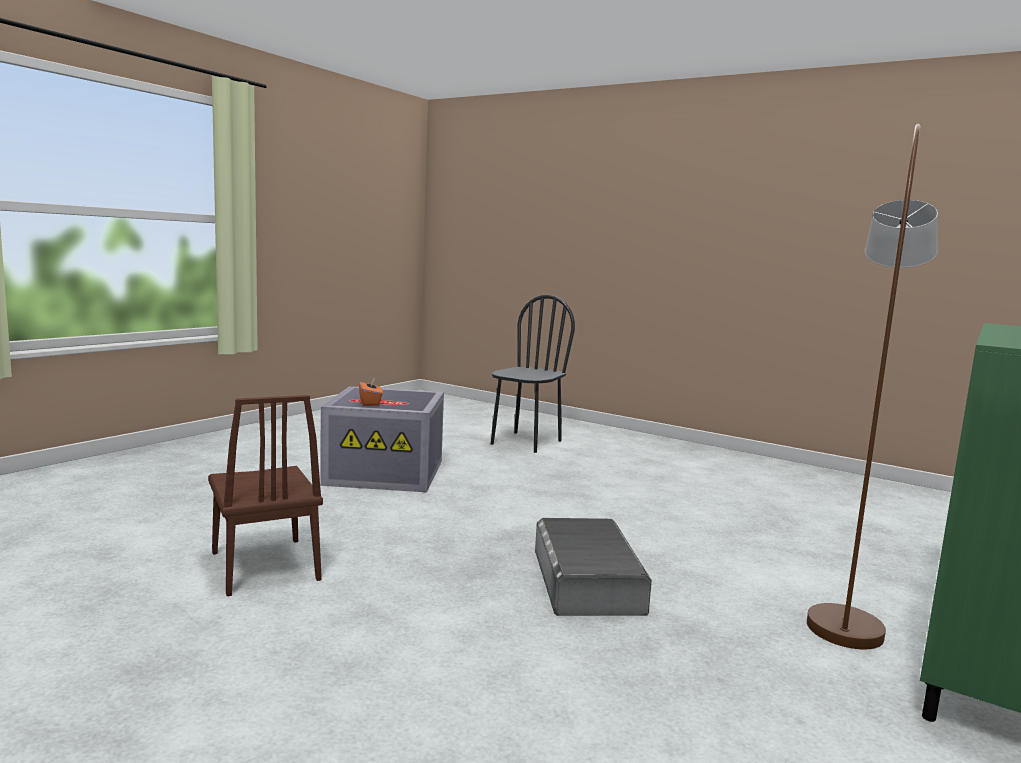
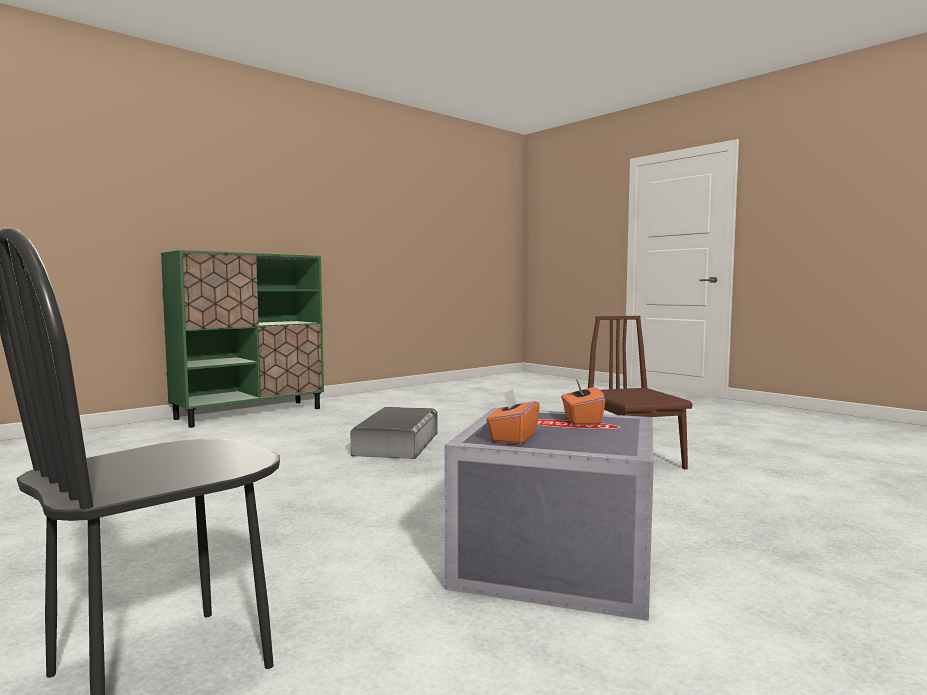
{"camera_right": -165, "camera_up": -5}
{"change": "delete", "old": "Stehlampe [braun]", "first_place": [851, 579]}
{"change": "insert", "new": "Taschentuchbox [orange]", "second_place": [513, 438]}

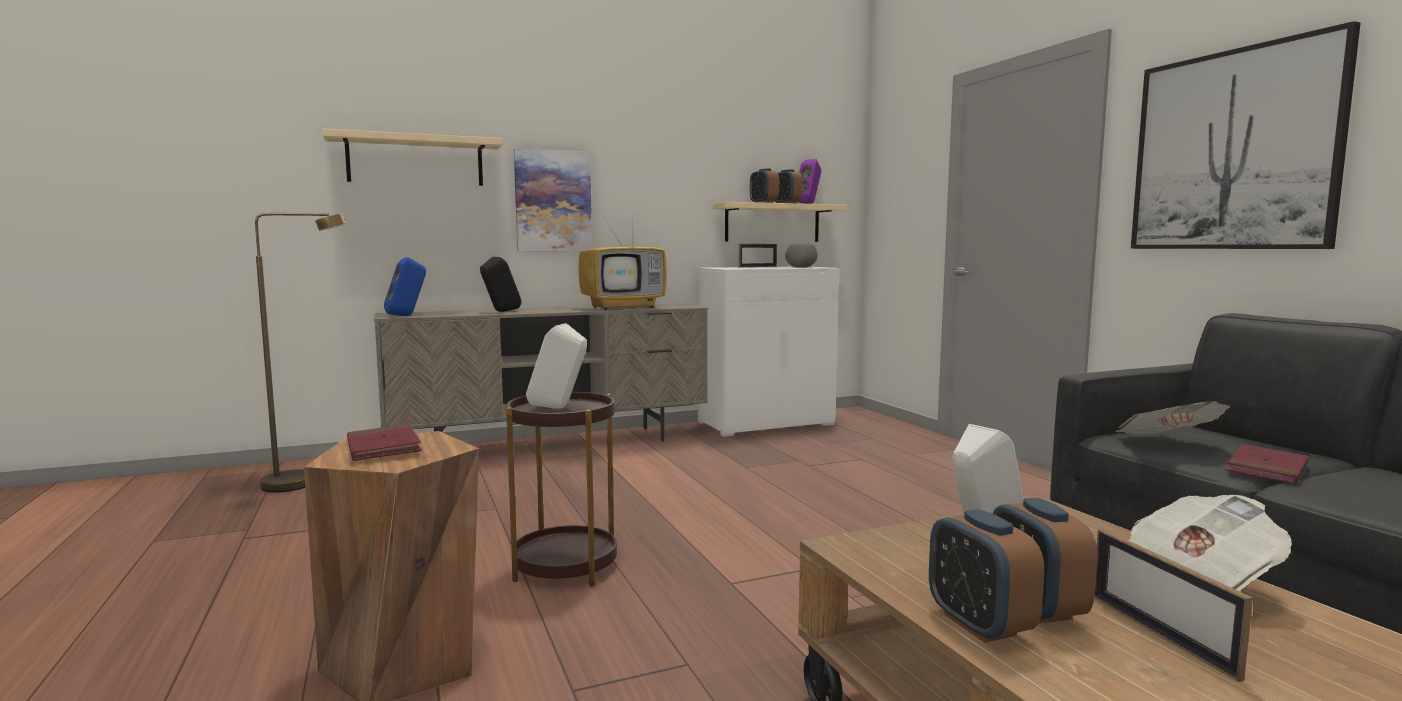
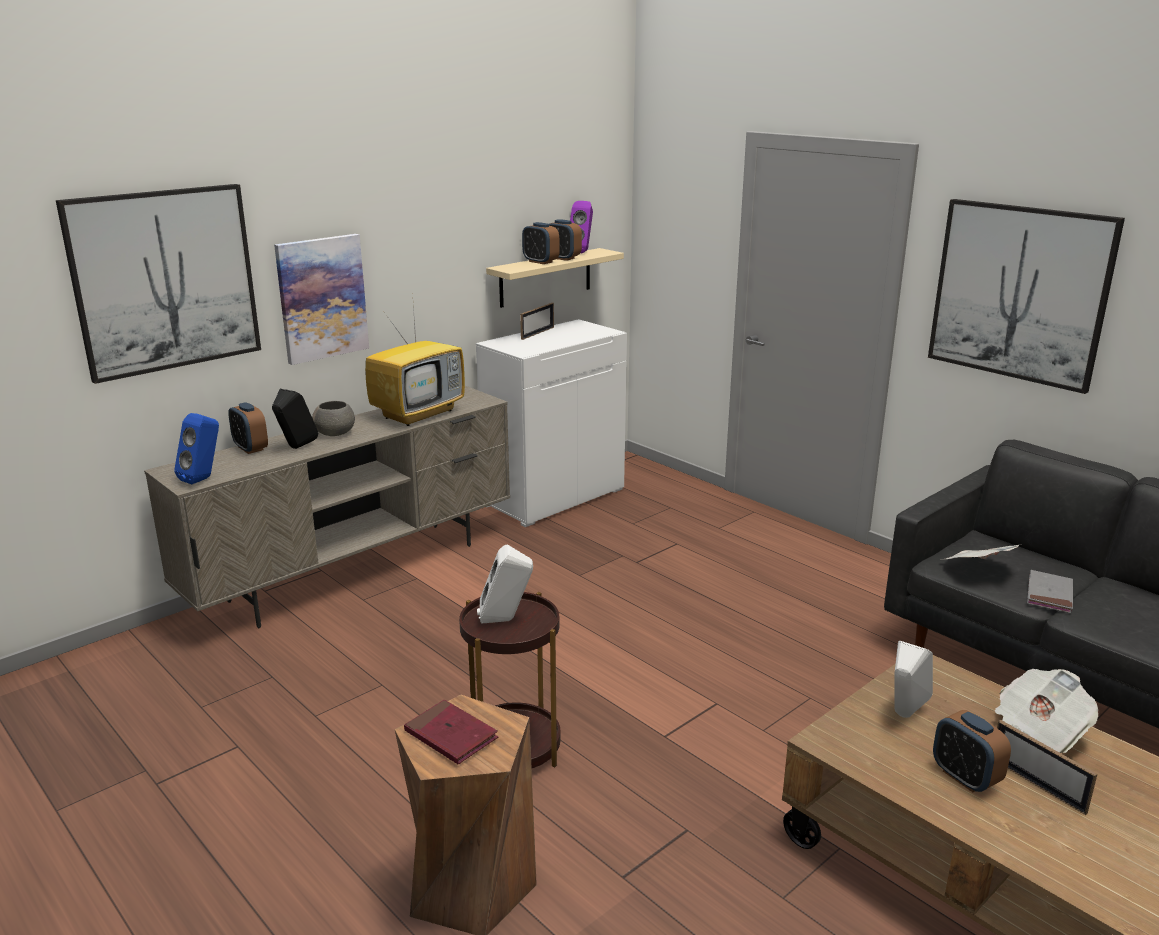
{"camera_right": -20, "camera_up": 15}
{"change": "delete", "old": "Stehlampe [braun]", "first_place": [304, 482]}
{"change": "move", "old": "Schüssel [grau]", "first_place": [801, 267], "second_place": [335, 433]}
{"change": "move", "old": "Wecker", "first_place": [979, 624], "second_place": [250, 448]}
{"change": "replace", "old": "Wandregal [beige]", "new": "Bild", "first_place": [416, 161], "second_place": [165, 280]}
{"change": "recolor", "old": "Buch [rot]", "new": "Buch [grau]", "first_place": [1267, 469], "second_place": [1049, 595]}

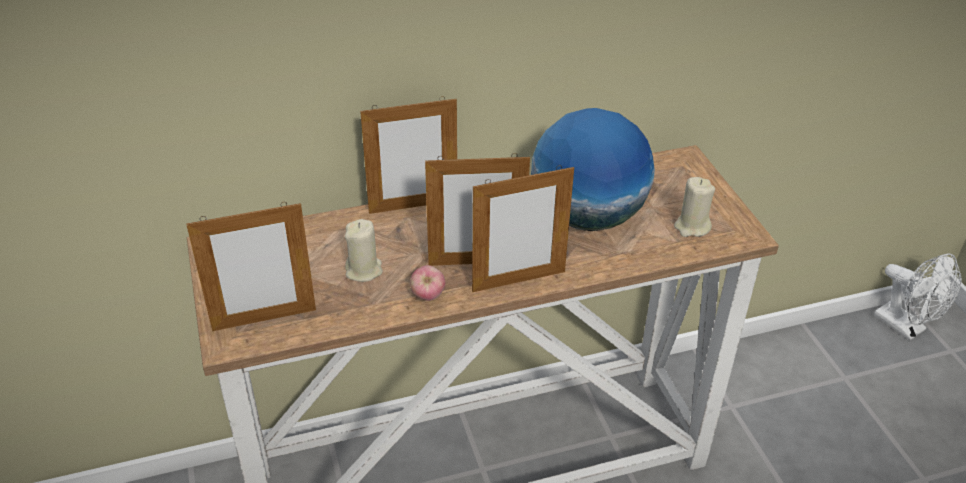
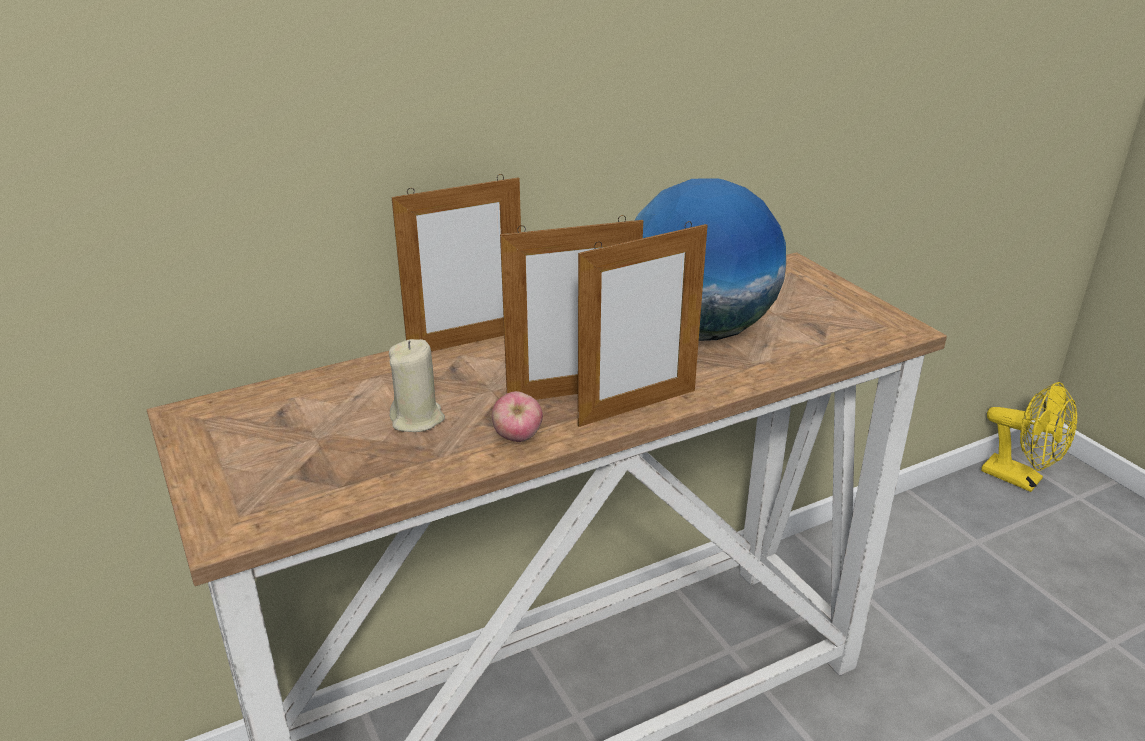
{"camera_right": -10, "camera_up": -10}
{"change": "delete", "old": "Bilderrahmen", "first_place": [264, 319]}
{"change": "delete", "old": "Kerze [beige]", "first_place": [691, 227]}
{"change": "recolor", "old": "Ventilator [weiß]", "new": "Ventilator [gelb]", "first_place": [906, 327], "second_place": [1020, 479]}

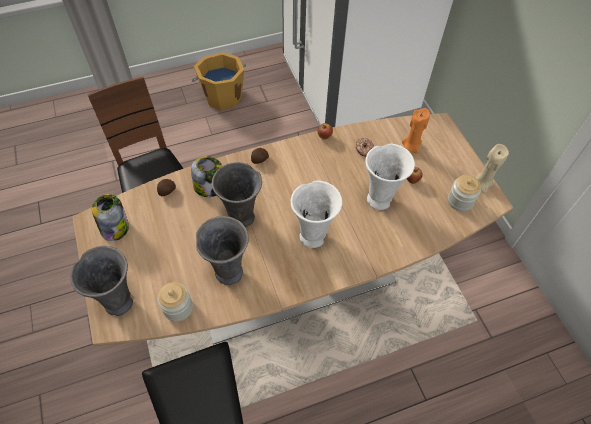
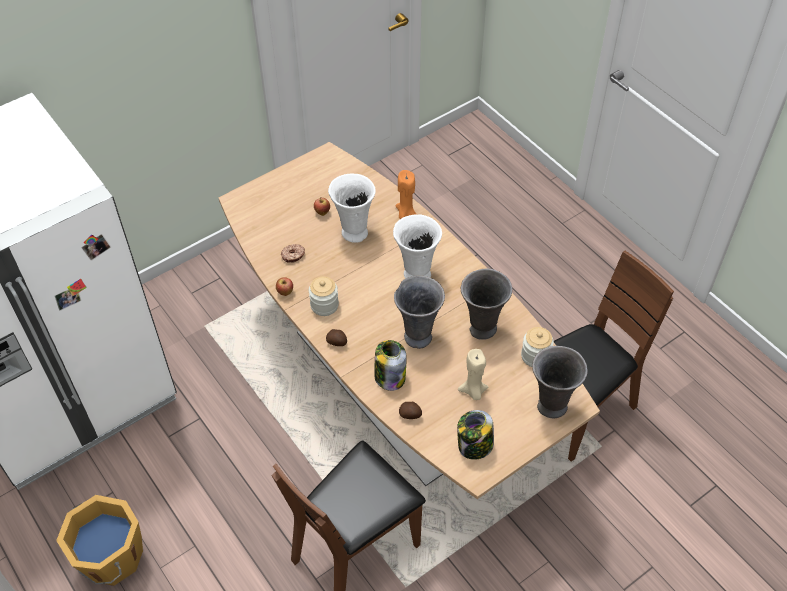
{"camera_right": -105, "camera_up": -5}
{"change": "move", "old": "Kerze [orange]", "first_place": [410, 147], "second_place": [405, 214]}
{"change": "move", "old": "Vorratsglas", "first_place": [460, 201], "second_place": [324, 305]}
{"change": "move", "old": "Kerze [beige]", "first_place": [481, 184], "second_place": [473, 391]}

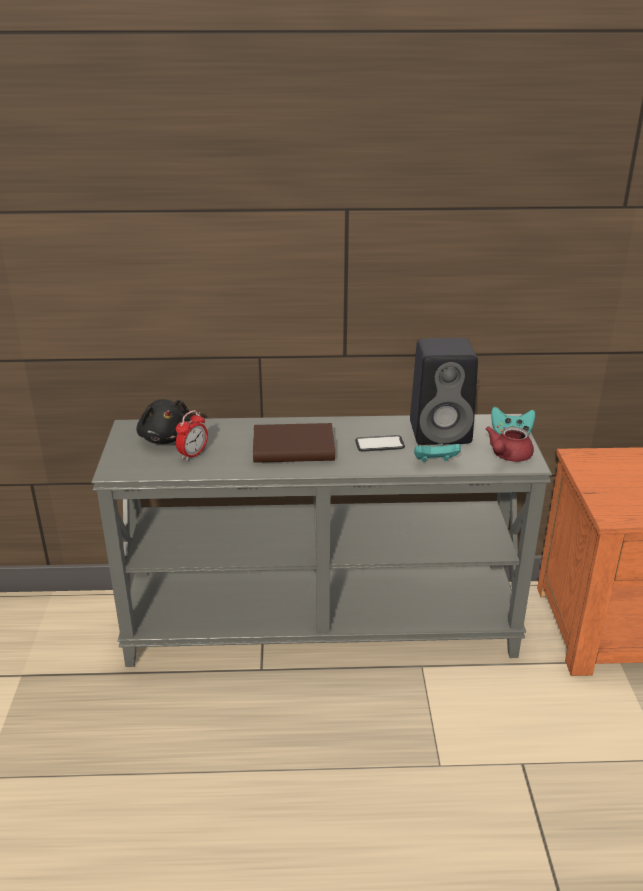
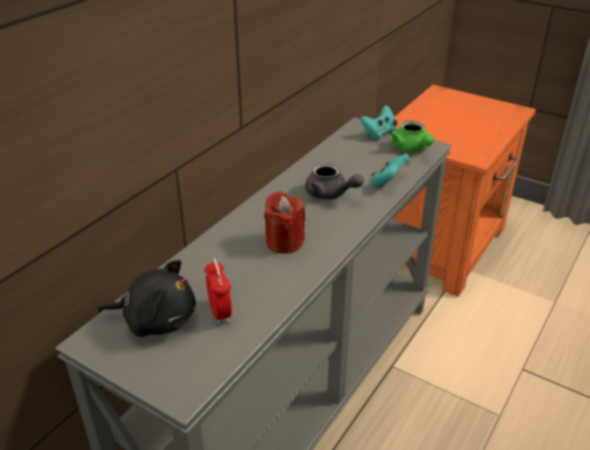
{"camera_right": -55, "camera_up": 5}
{"change": "delete", "old": "Lautsprecher [schwarz]", "first_place": [442, 432]}
{"change": "replace", "old": "Buch [braun]", "new": "Kerze [rot]", "first_place": [293, 448], "second_place": [284, 242]}
{"change": "replace", "old": "Handy", "new": "Teekanne [grau]", "first_place": [379, 444], "second_place": [330, 194]}
{"change": "recolor", "old": "Teekanne [rot]", "new": "Teekanne [grün]", "first_place": [507, 456], "second_place": [412, 149]}

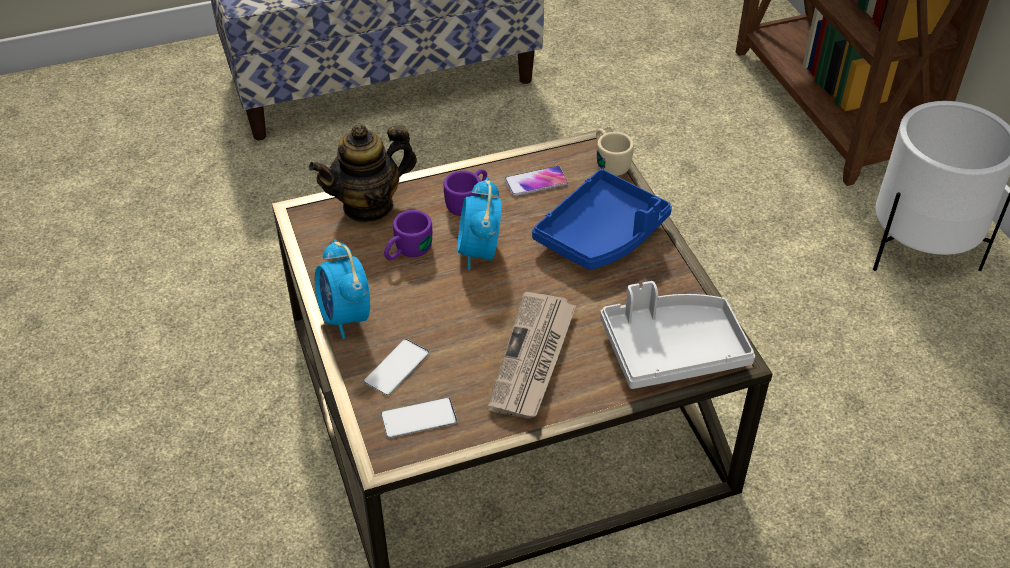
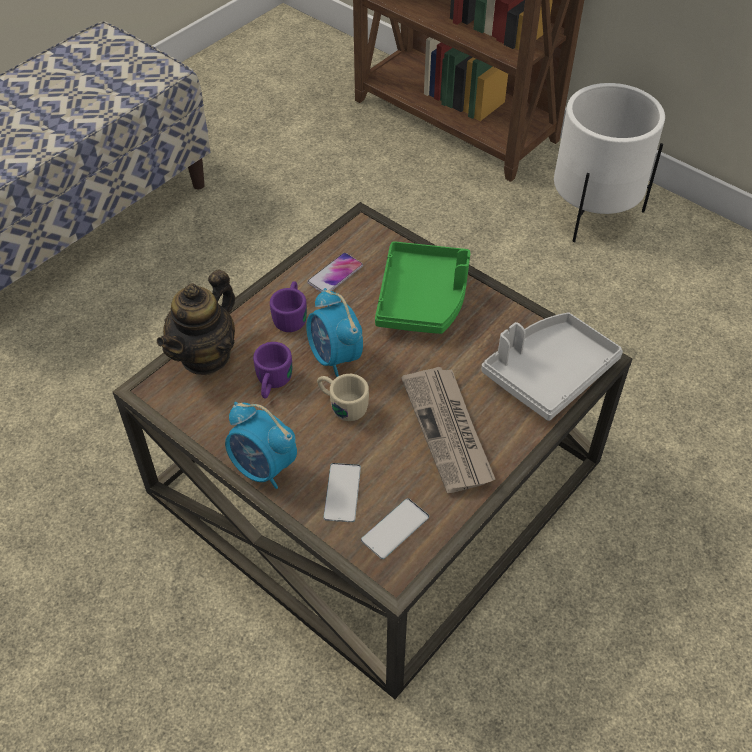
{"camera_right": -30, "camera_up": 5}
{"change": "move", "old": "Henkelbecher [beige]", "first_place": [609, 161], "second_place": [341, 404]}
{"change": "recolor", "old": "Tablett [blau]", "new": "Tablett [grün]", "first_place": [602, 234], "second_place": [423, 298]}

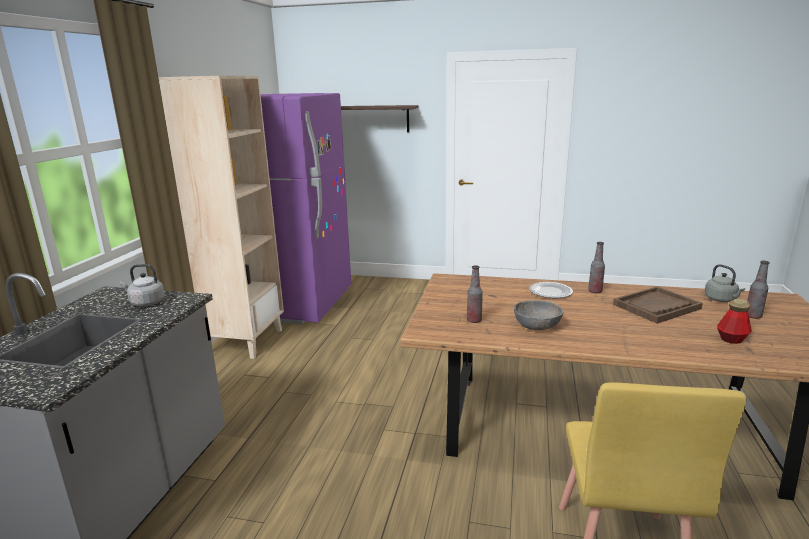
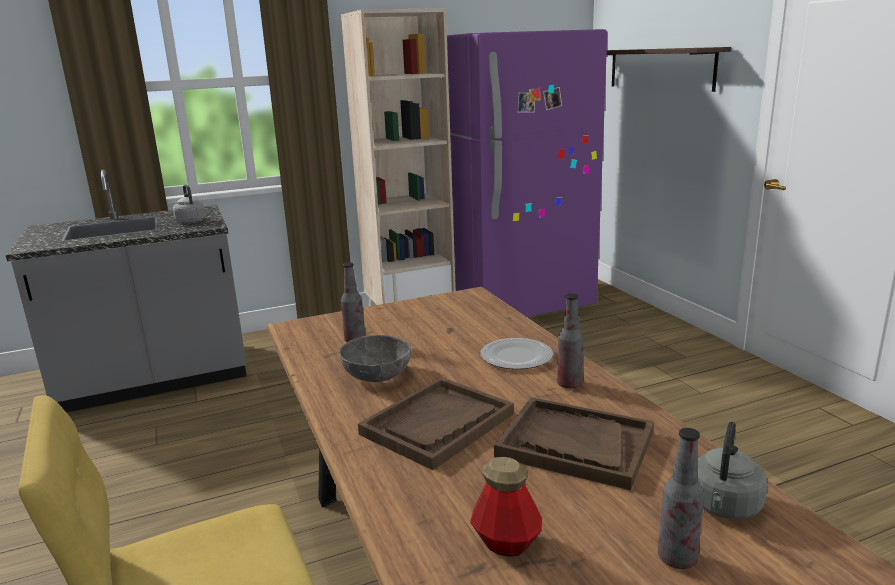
{"camera_right": 55, "camera_up": 0}
{"change": "insert", "new": "Tablett [braun]", "second_place": [437, 424]}

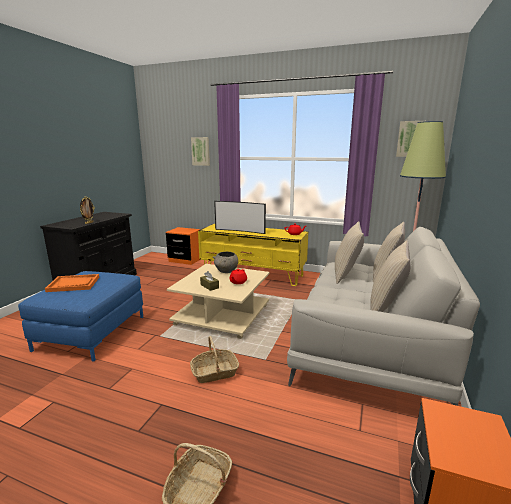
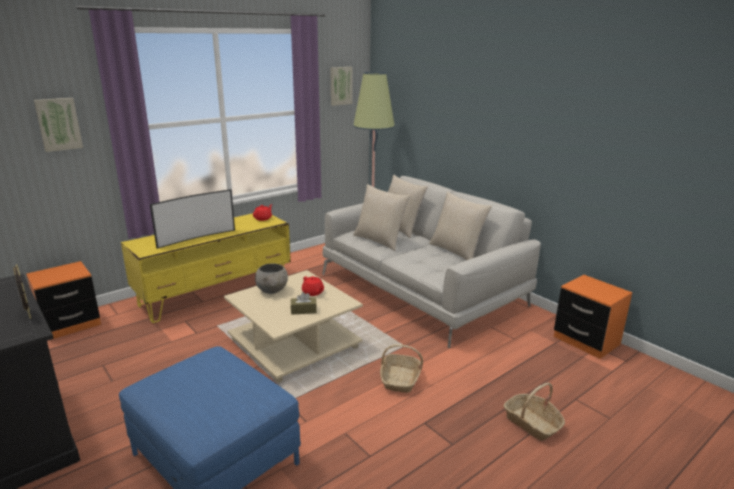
{"camera_right": -60, "camera_up": 5}
{"change": "delete", "old": "Tablett [orange]", "first_place": [74, 284]}

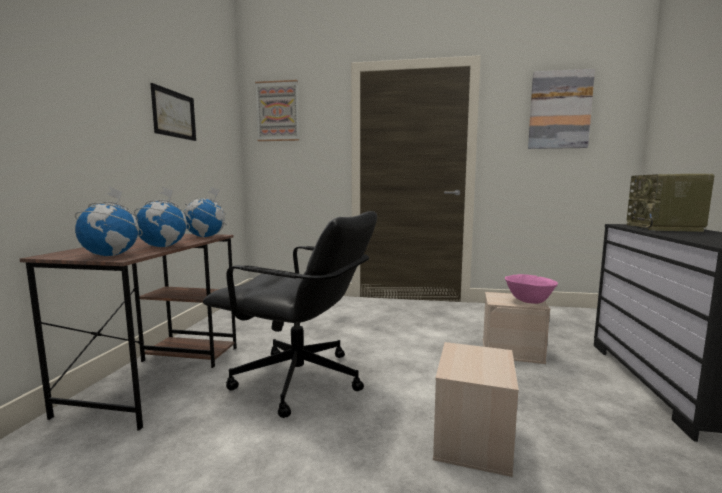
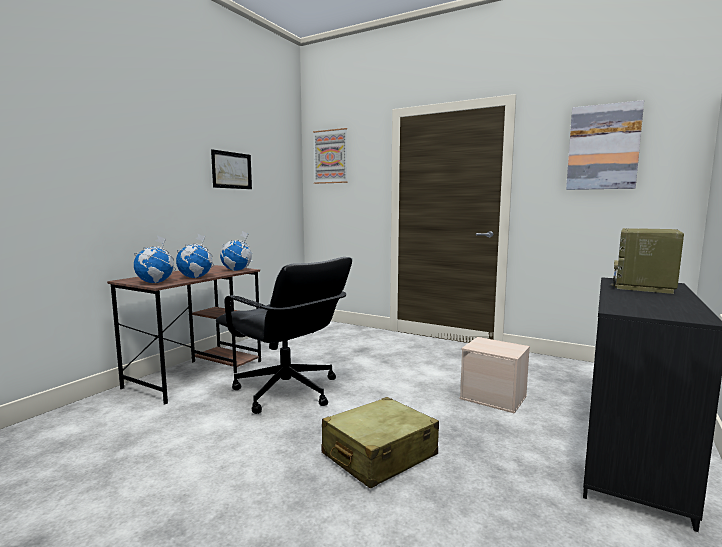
{"camera_right": 20, "camera_up": 0}
{"change": "delete", "old": "Schüssel [rosa]", "first_place": [529, 301]}
{"change": "replace", "old": "Aufbewahrungsbox [beige]", "new": "Koffer [beige]", "first_place": [474, 440], "second_place": [379, 455]}

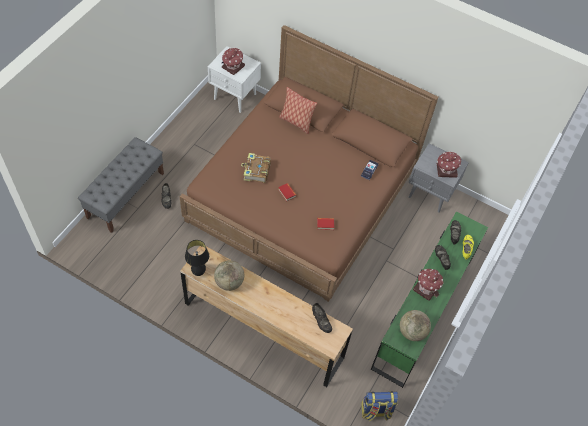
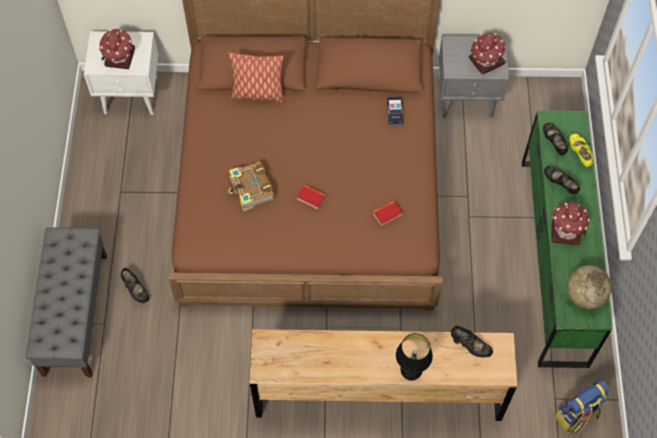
{"camera_right": -25, "camera_up": 5}
{"change": "delete", "old": "Globus", "first_place": [229, 282]}
{"change": "move", "old": "Tischlampe [schwarz]", "first_place": [198, 272], "second_place": [410, 374]}

